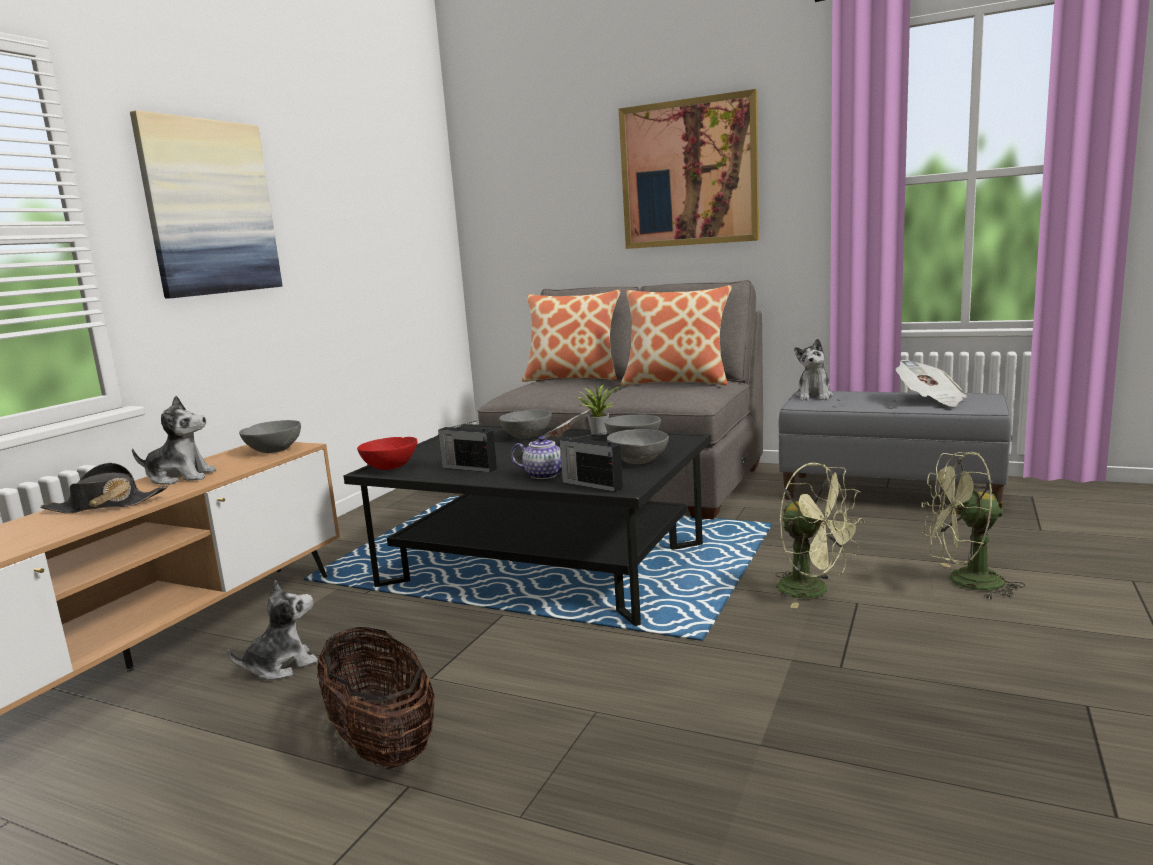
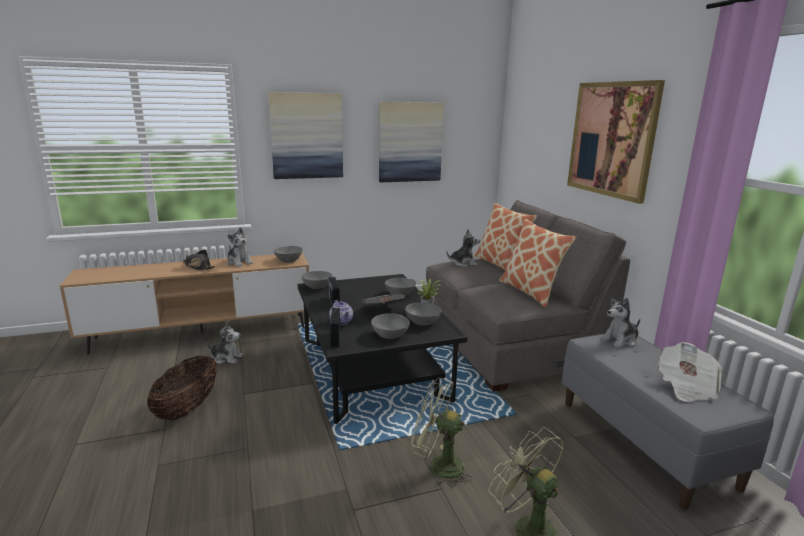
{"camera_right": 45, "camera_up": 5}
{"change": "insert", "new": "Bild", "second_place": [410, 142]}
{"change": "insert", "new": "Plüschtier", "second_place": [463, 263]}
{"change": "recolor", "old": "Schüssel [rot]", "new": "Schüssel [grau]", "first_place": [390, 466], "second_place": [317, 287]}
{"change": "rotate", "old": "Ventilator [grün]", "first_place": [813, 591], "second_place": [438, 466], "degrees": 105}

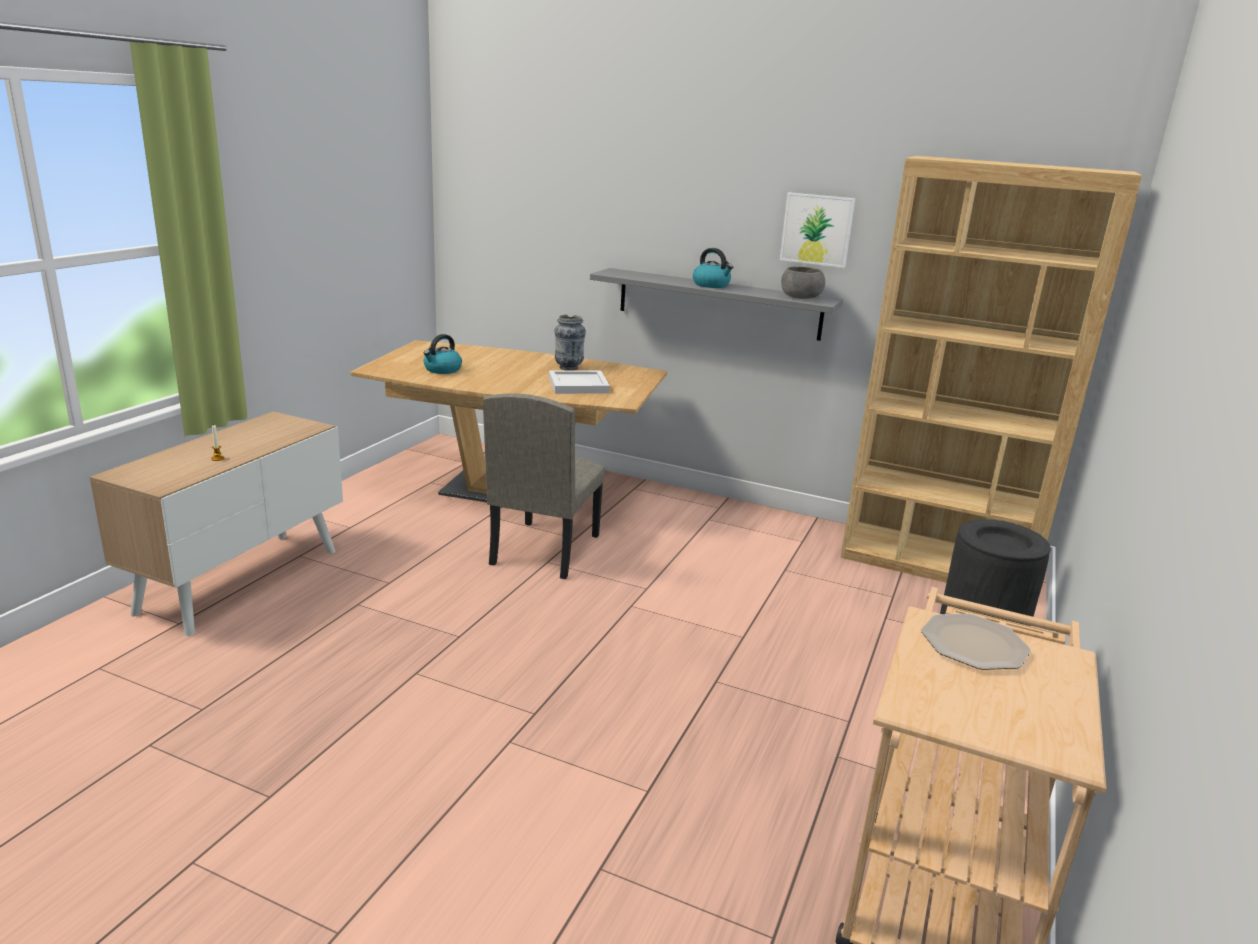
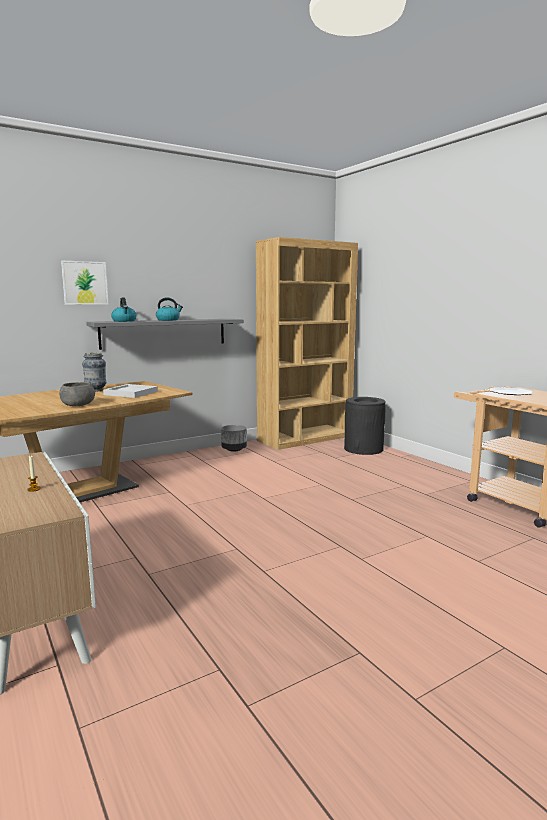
{"camera_right": -55, "camera_up": -10}
{"change": "delete", "old": "Stuhl [beige]", "first_place": [544, 549]}
{"change": "insert", "new": "Pflanzkübel [grau]", "second_place": [234, 450]}
{"change": "move", "old": "Wasserkessel", "first_place": [442, 370], "second_place": [124, 321]}
{"change": "move", "old": "Bild", "first_place": [816, 229], "second_place": [85, 283]}
{"change": "move", "old": "Schüssel [grau]", "first_place": [800, 297], "second_place": [77, 405]}

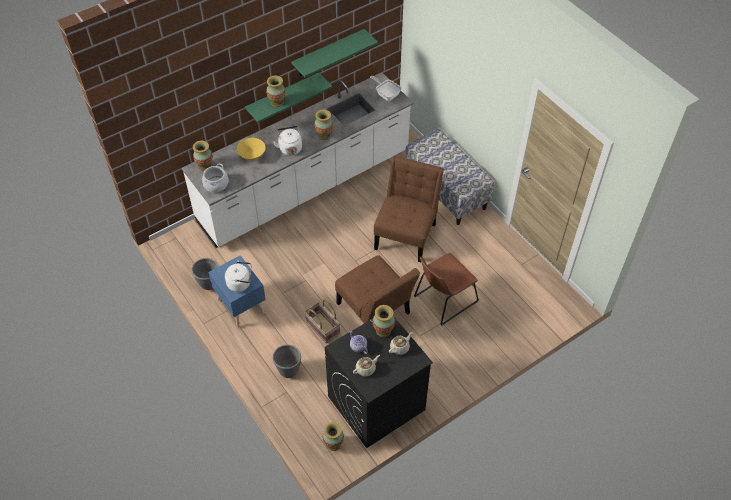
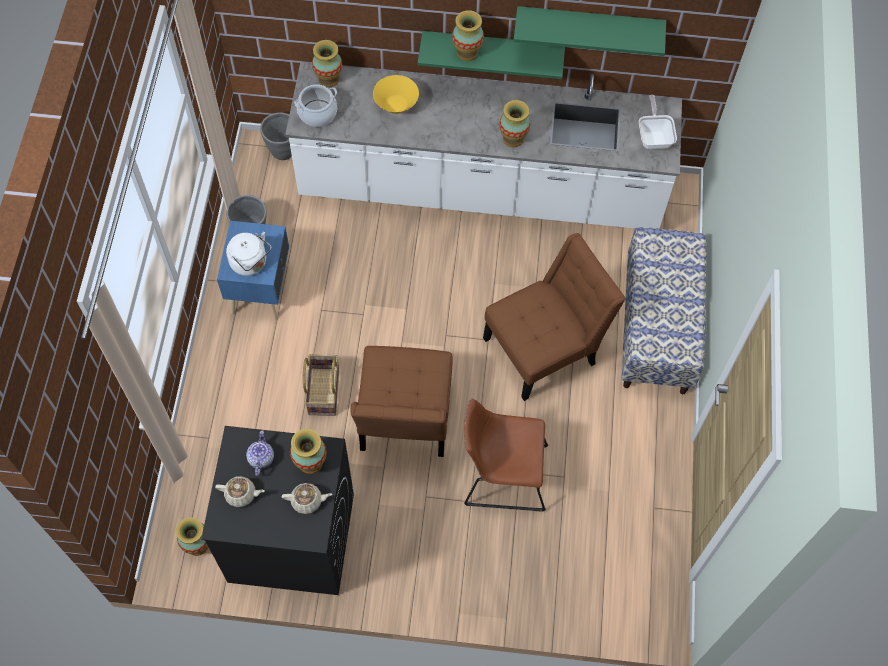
{"camera_right": 40, "camera_up": 10}
{"change": "delete", "old": "Wasserkessel [weiß]", "first_place": [290, 148]}
{"change": "move", "old": "Pflanzkübel [grau]", "first_place": [288, 371], "second_place": [283, 151]}

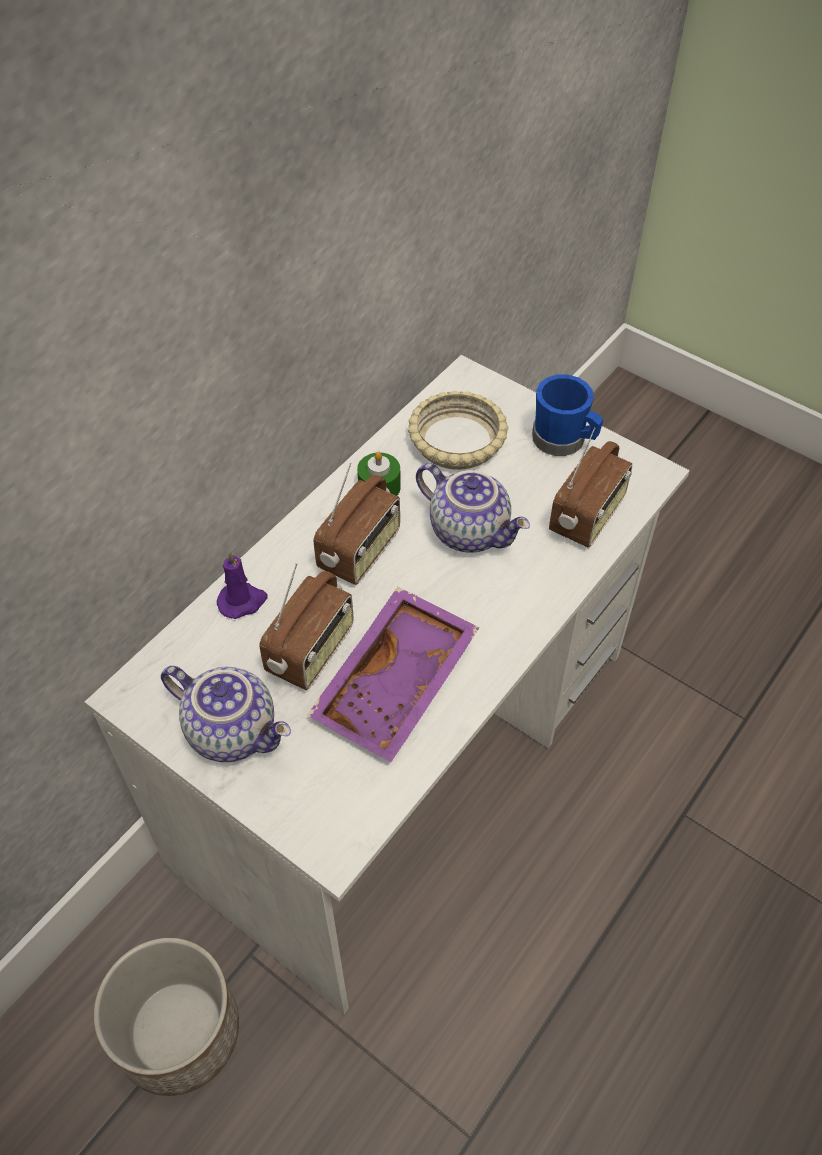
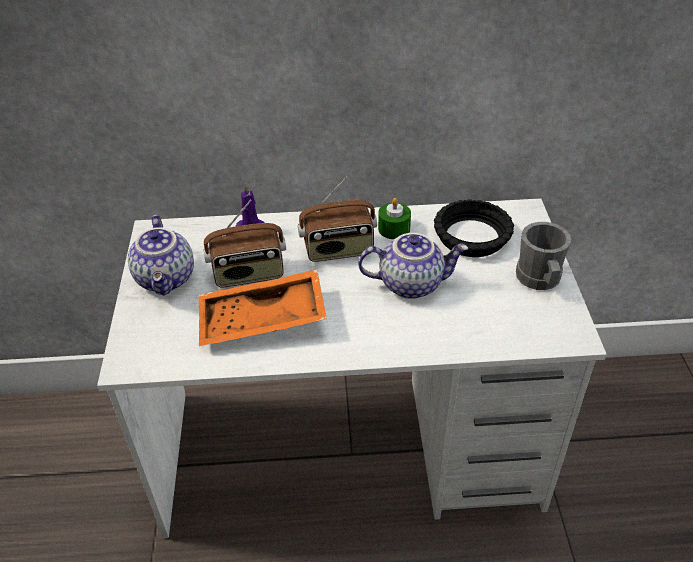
{"camera_right": 50, "camera_up": -10}
{"change": "delete", "old": "Pflanzkübel", "first_place": [180, 1032]}
{"change": "delete", "old": "Radio", "first_place": [588, 516]}
{"change": "recolor", "old": "Tablett [lila]", "new": "Tablett [orange]", "first_place": [398, 685], "second_place": [262, 322]}
{"change": "recolor", "old": "Schüssel [beige]", "new": "Schüssel [schwarz]", "first_place": [457, 439], "second_place": [473, 236]}
{"change": "recolor", "old": "Henkelbecher [blau]", "new": "Henkelbecher [grau]", "first_place": [564, 440], "second_place": [539, 279]}
{"change": "rotate", "old": "Teekanne", "first_place": [471, 531], "second_place": [411, 283], "degrees": -90}

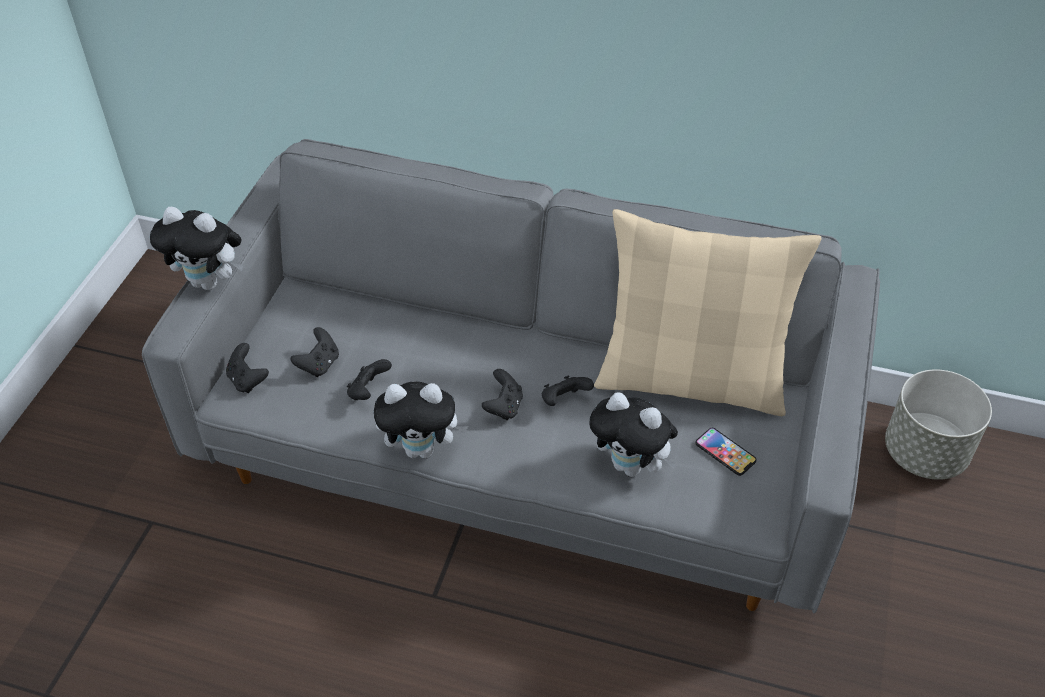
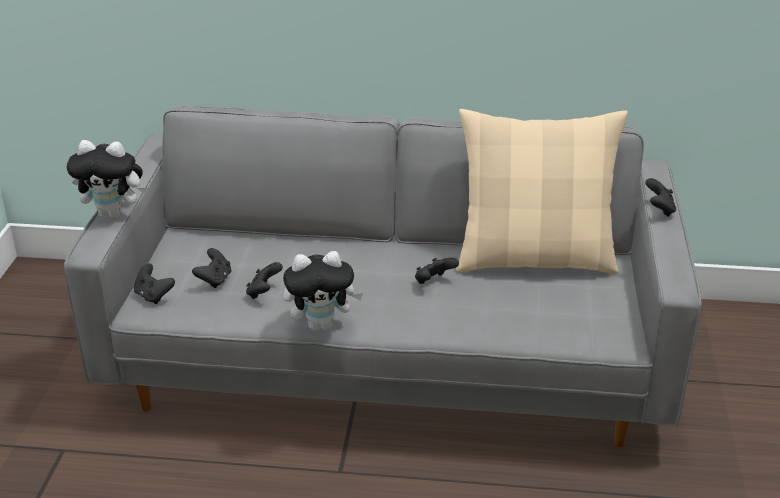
{"camera_right": -10, "camera_up": -15}
{"change": "delete", "old": "Plüschtier", "first_place": [631, 466]}
{"change": "delete", "old": "Handy", "first_place": [725, 452]}
{"change": "delete", "old": "Pflanzkübel [grau]", "first_place": [925, 453]}
{"change": "move", "old": "Gamepad [schwarz]", "first_place": [503, 407], "second_place": [659, 209]}

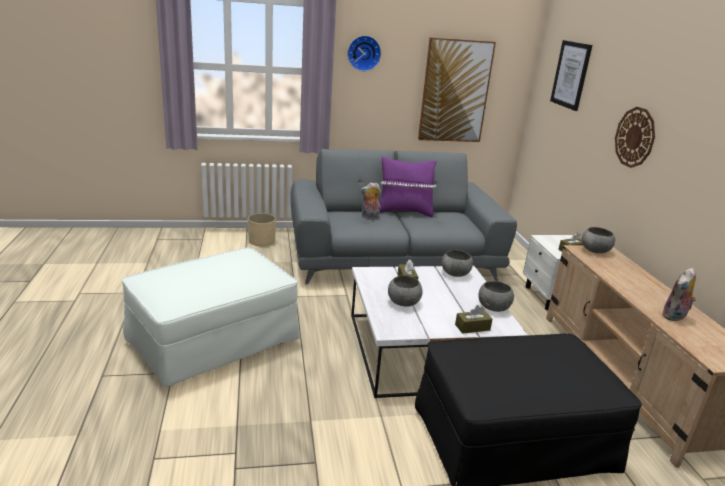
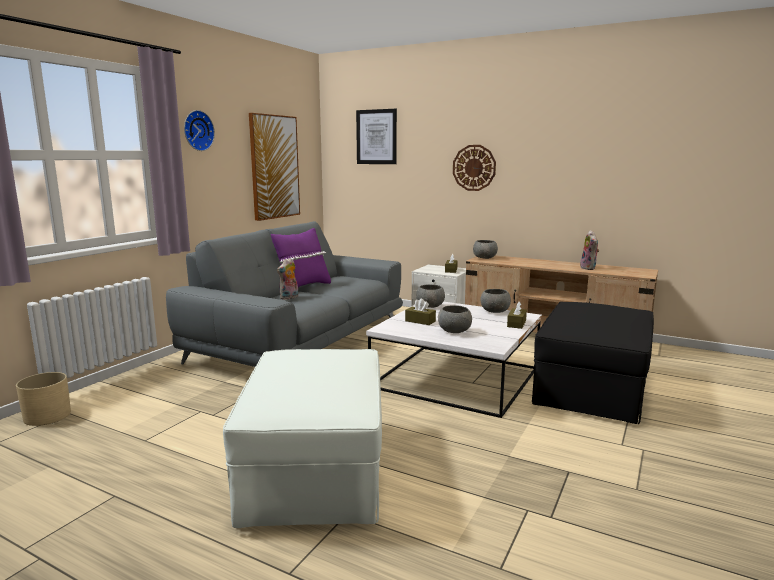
{"camera_right": -50, "camera_up": -10}
{"change": "move", "old": "Pflanzkübel [beige]", "first_place": [262, 241], "second_place": [47, 416]}

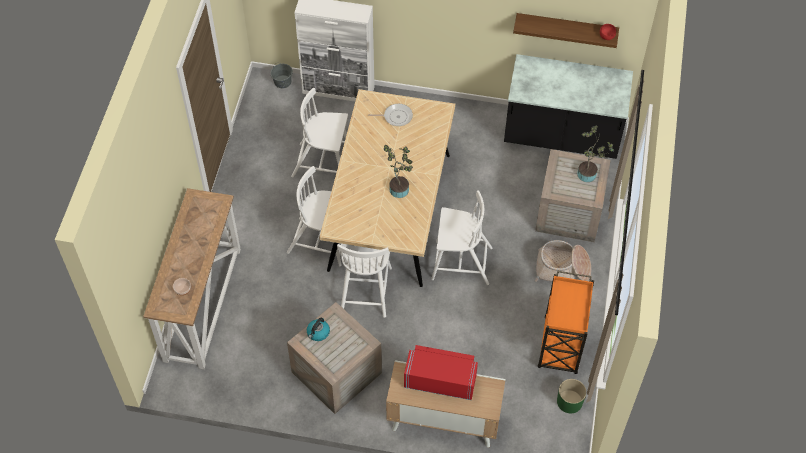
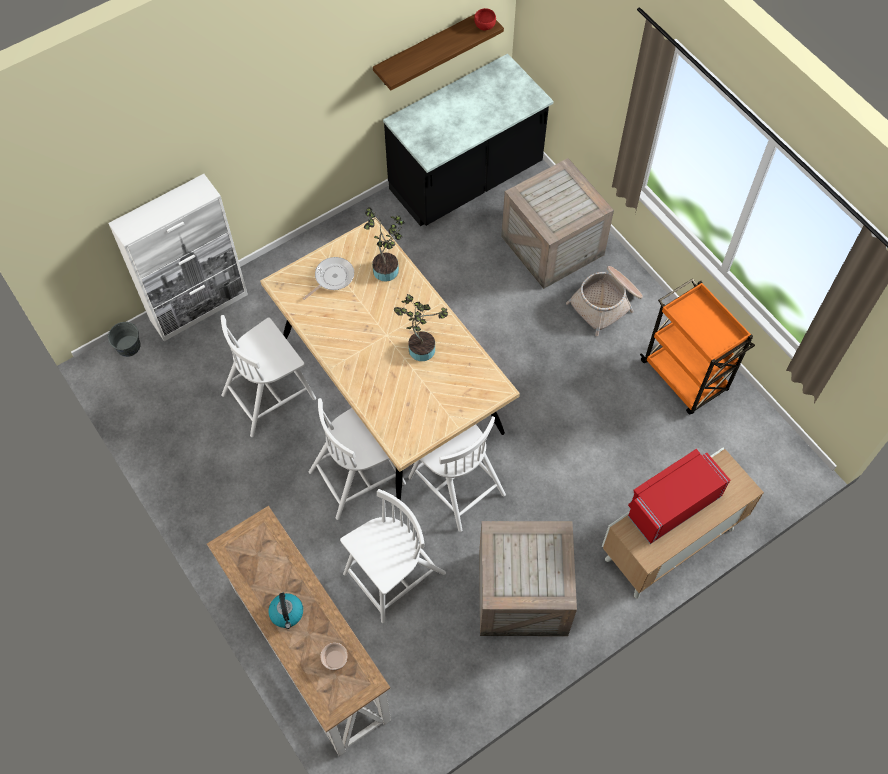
{"camera_right": -45, "camera_up": 5}
{"change": "delete", "old": "Pflanzkübel [grün]", "first_place": [569, 402]}
{"change": "move", "old": "Wasserkessel", "first_place": [318, 333], "second_place": [287, 613]}
{"change": "move", "old": "Stuhl [weiß]", "first_place": [460, 263], "second_place": [393, 575]}
{"change": "move", "old": "Topfpflanze", "first_place": [589, 174], "second_place": [387, 268]}

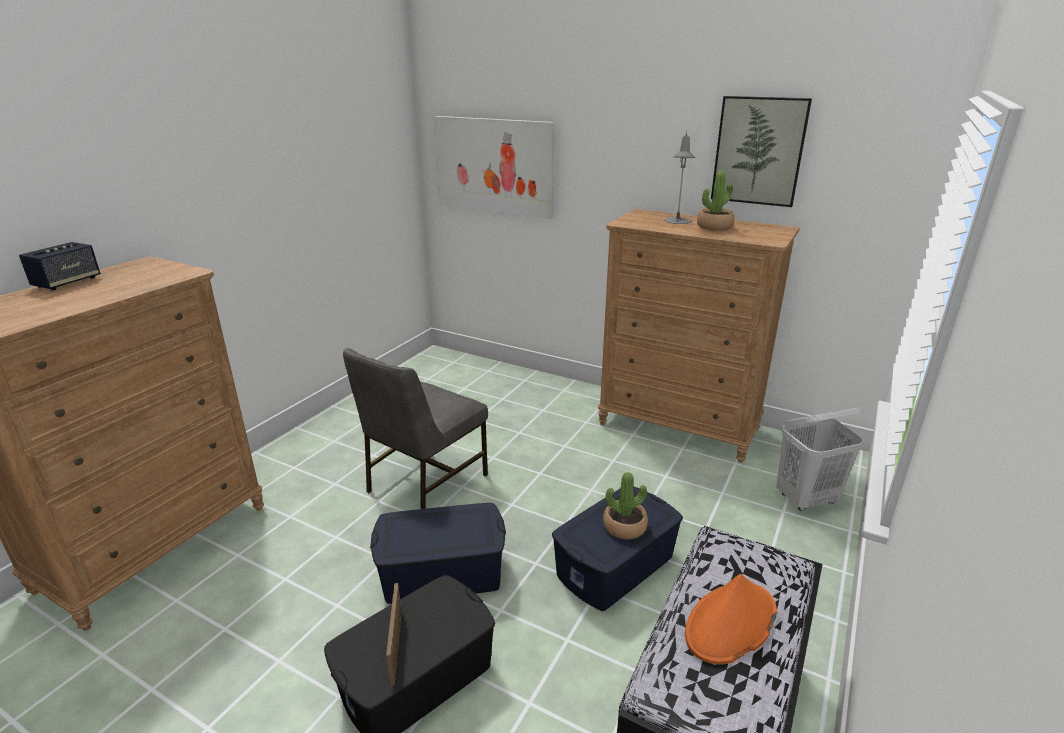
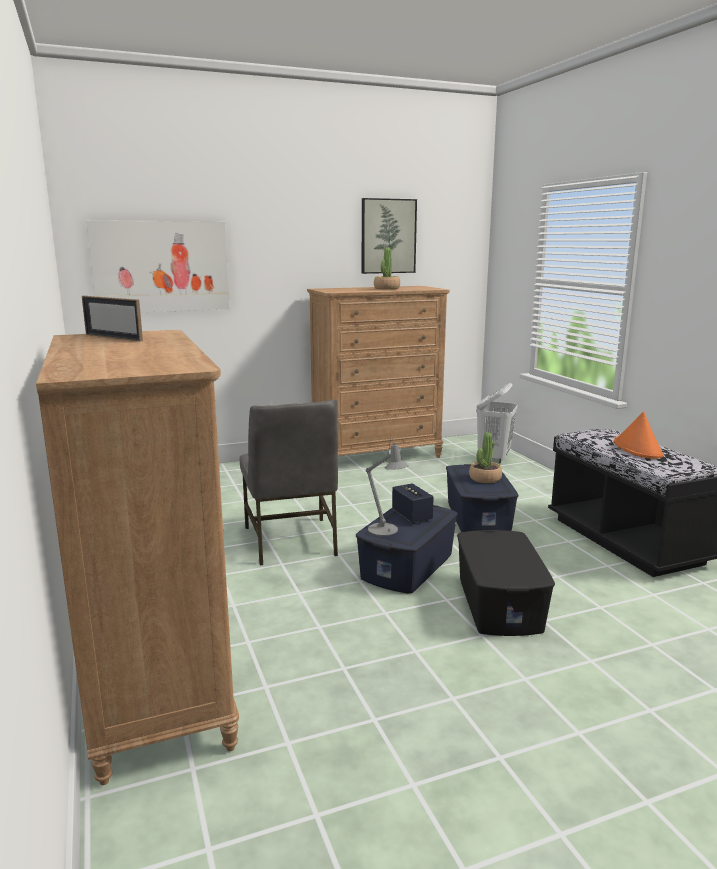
{"camera_right": -50, "camera_up": -10}
{"change": "move", "old": "Lautsprecher", "first_place": [67, 282], "second_place": [412, 516]}
{"change": "move", "old": "Bilderrahmen", "first_place": [396, 646], "second_place": [113, 337]}
{"change": "move", "old": "Tischlampe [grau]", "first_place": [677, 221], "second_place": [385, 530]}

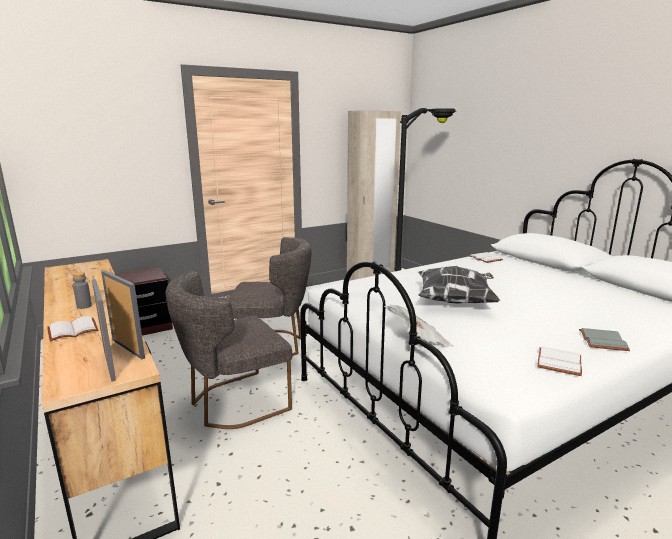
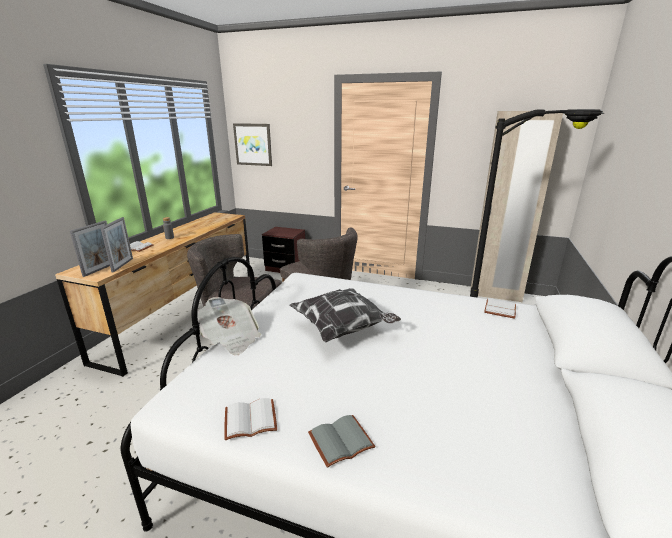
{"camera_right": 50, "camera_up": 5}
{"change": "insert", "new": "Bild", "second_place": [253, 144]}

